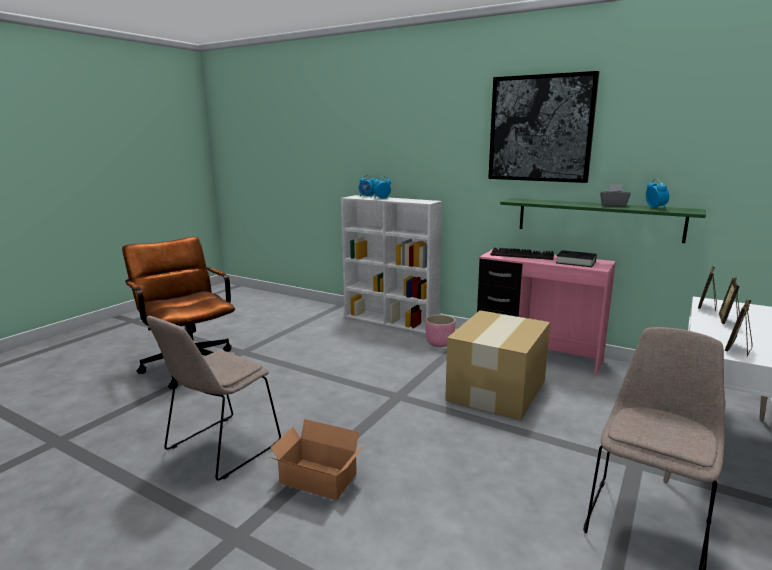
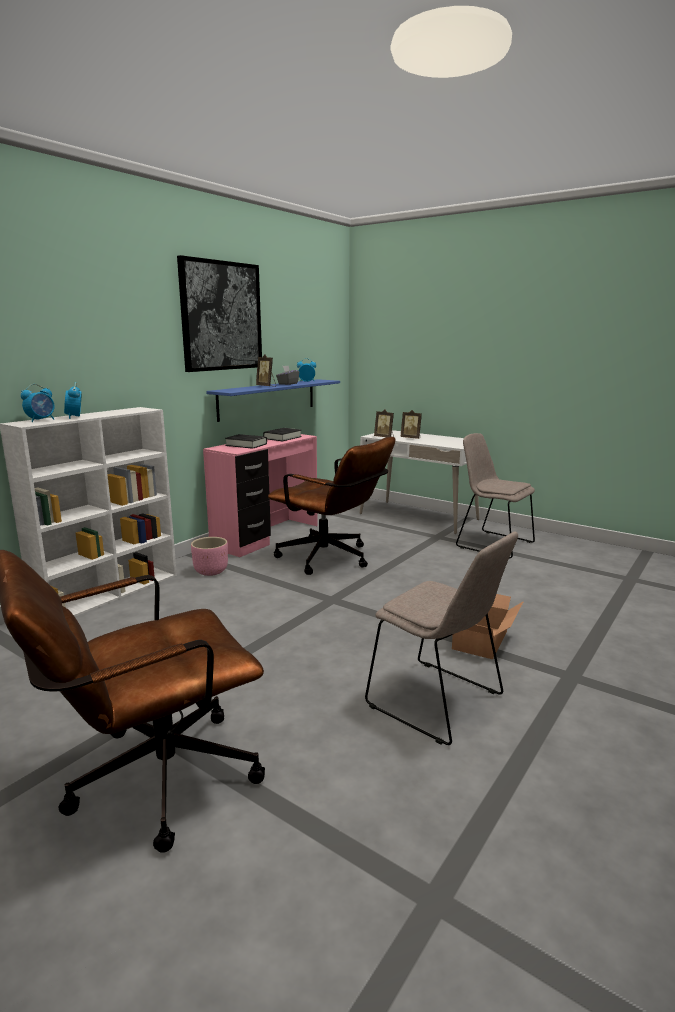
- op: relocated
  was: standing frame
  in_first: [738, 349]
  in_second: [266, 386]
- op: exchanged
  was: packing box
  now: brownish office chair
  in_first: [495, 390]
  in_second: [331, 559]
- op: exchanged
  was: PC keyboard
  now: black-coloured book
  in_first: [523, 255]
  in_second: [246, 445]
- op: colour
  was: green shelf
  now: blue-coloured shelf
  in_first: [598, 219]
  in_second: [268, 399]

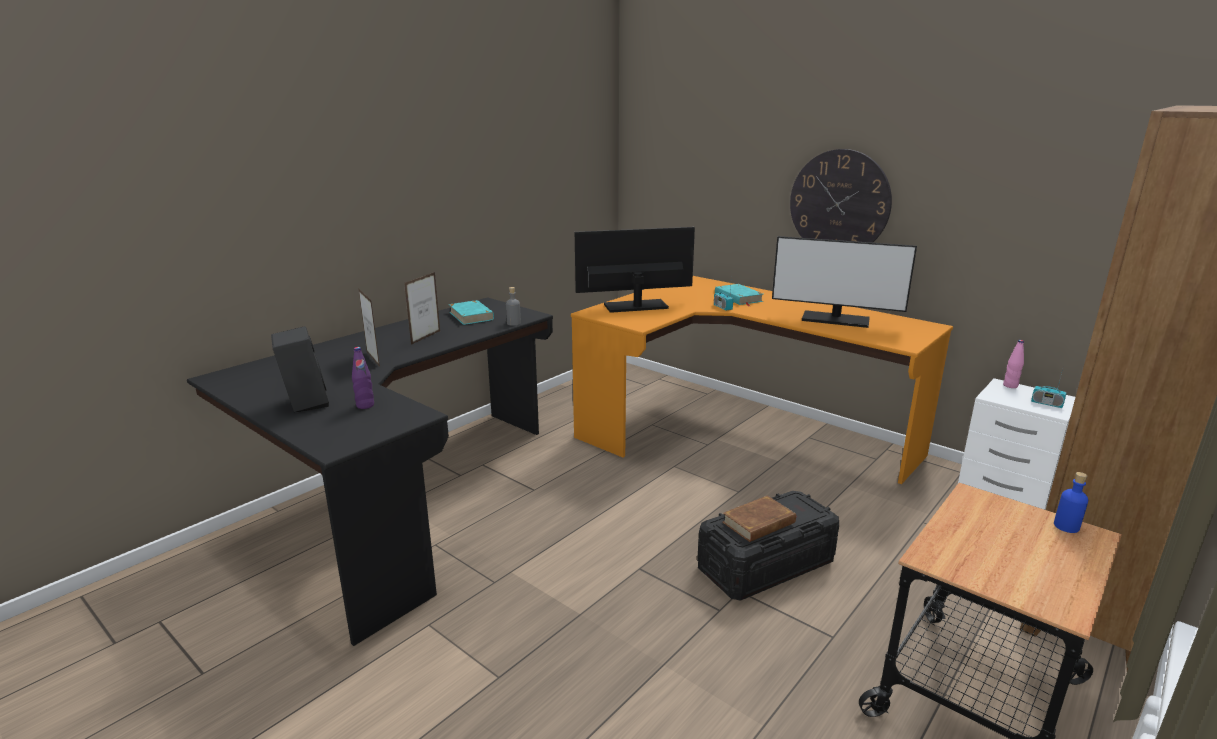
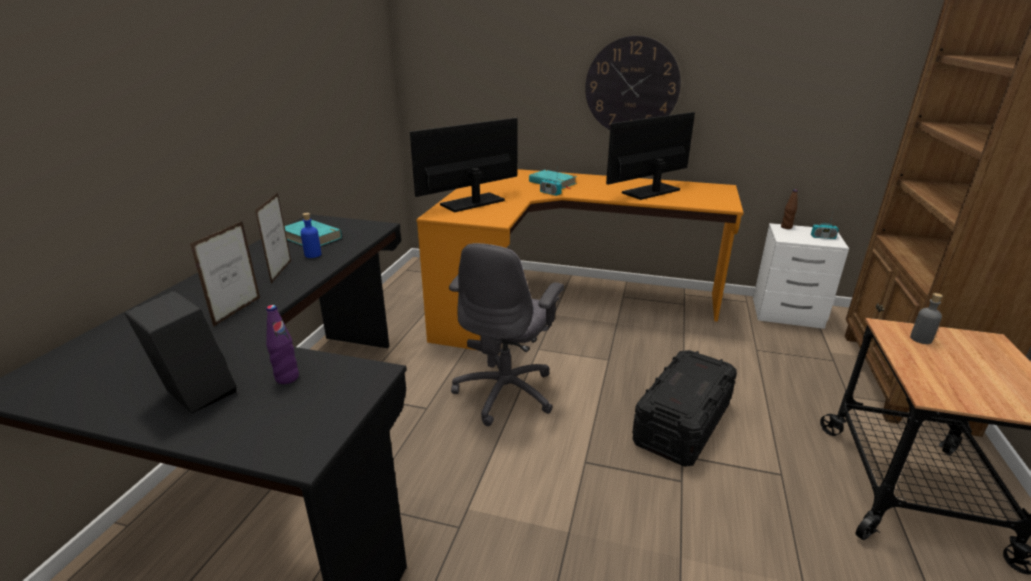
- op: missing
  was: brownish book
  in_first: [759, 523]
- op: appeared
  now: greyish office chair
  in_second: [506, 392]
- op: relocated
  was: greyish beverage bottle
  in_first: [513, 323]
  in_second: [920, 339]
- op: relocated
  was: blue-coloured beverage bottle
  in_first: [1066, 526]
  in_second: [313, 254]
- op: colour
  was: pink beverage bottle
  now: brownish beverage bottle
  in_first: [1010, 386]
  in_second: [786, 227]
- op: spun
  was: standing frame
  in_first: [373, 359]
  in_second: [238, 311]
  clockwise: -105
- op: spun
  was: monitor
  in_first: [835, 320]
  in_second: [651, 191]
  clockwise: 150

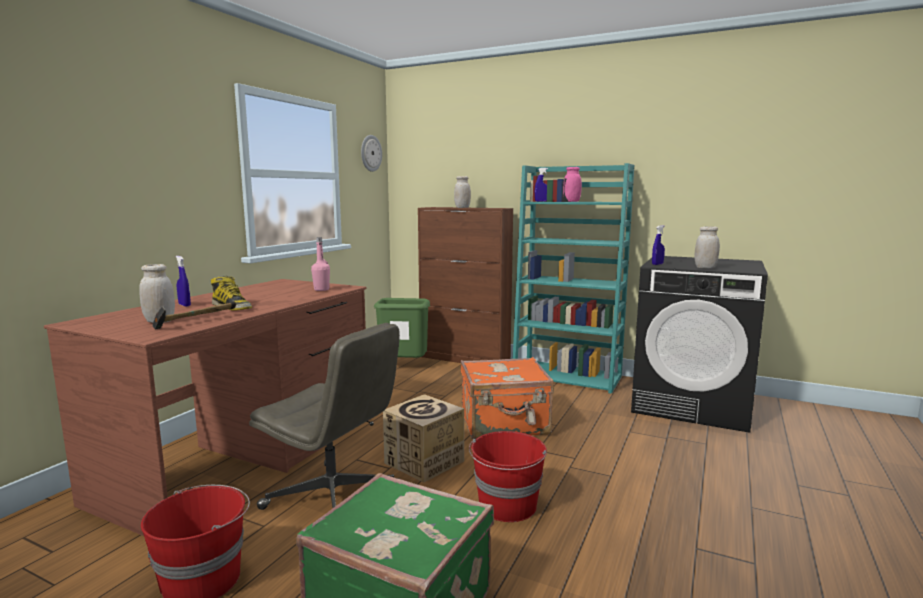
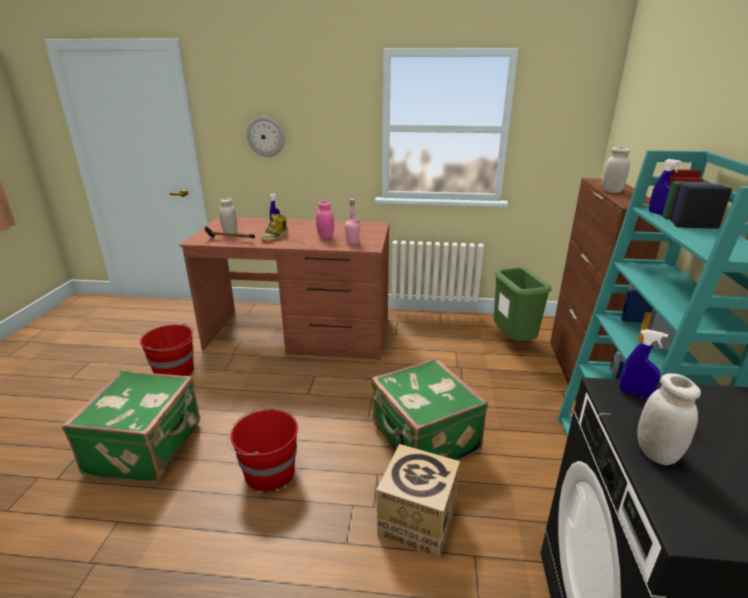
- op: missing
  was: greyish office chair
  in_first: [334, 498]
- op: relocated
  was: hanging clock
  in_first: [370, 153]
  in_second: [266, 136]
- op: relocated
  was: packing box
  in_first: [424, 462]
  in_second: [416, 521]
- op: relocated
  was: pink jar
  in_first: [571, 201]
  in_second: [325, 237]
- op: colour
  was: orange-coloured suitcase
  now: green suitcase
  in_first: [505, 424]
  in_second: [423, 439]

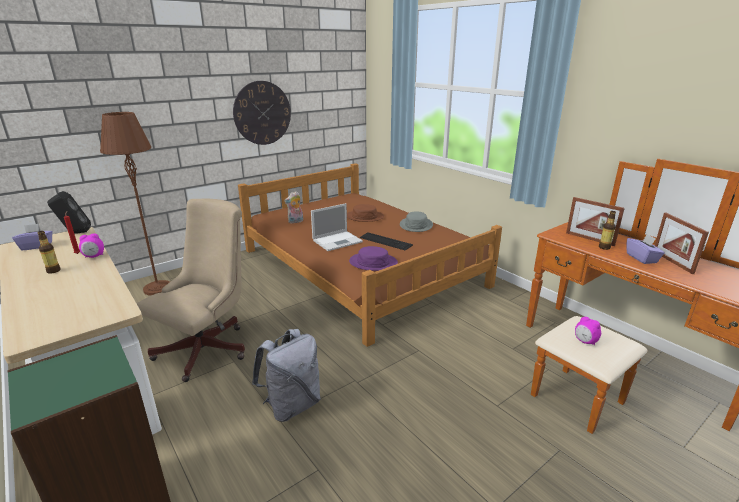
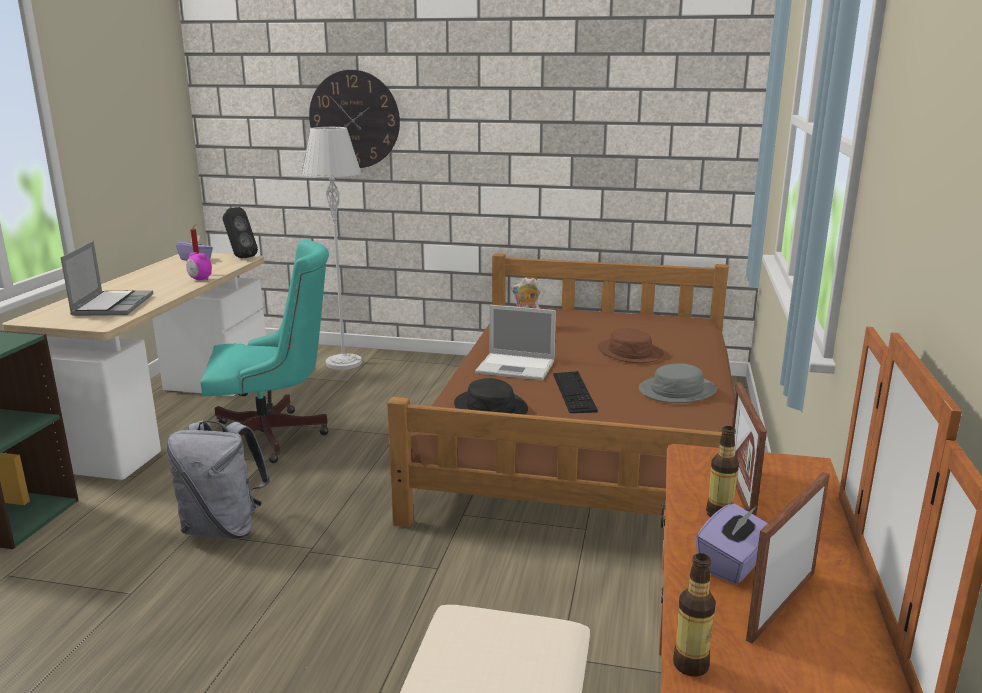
- op: missing
  was: bedside clock
  in_first: [585, 342]
- op: appeared
  now: notebook computer
  in_second: [112, 305]
- op: relocated
  was: beverage bottle
  in_first: [53, 271]
  in_second: [690, 665]
- op: relocated
  was: hanging clock
  in_first: [262, 113]
  in_second: [354, 119]
- op: colour
  was: brownish standing lamp
  now: greyish standing lamp
  in_first: [158, 288]
  in_second: [343, 363]
- op: colour
  was: beige-coloured office chair
  now: turquoise-coloured office chair
  in_first: [208, 347]
  in_second: [274, 437]
- op: colour
  was: purple-coloured hat
  now: black-coloured hat
  in_first: [373, 262]
  in_second: [491, 408]

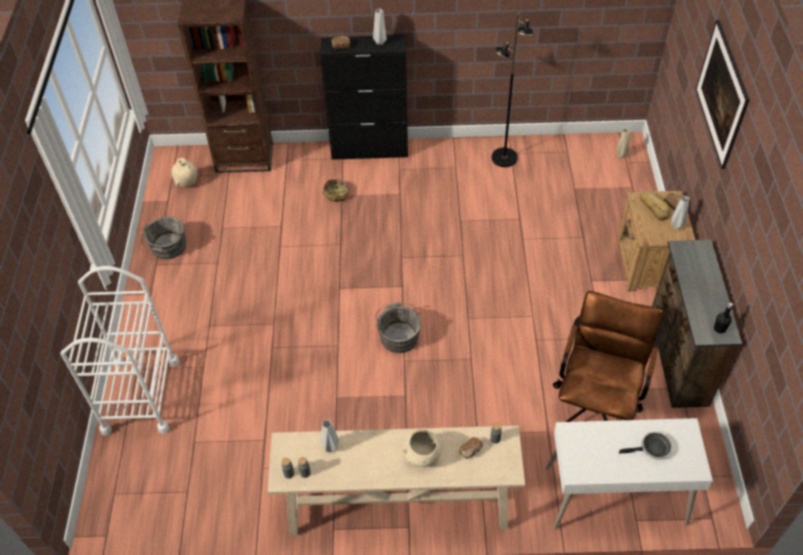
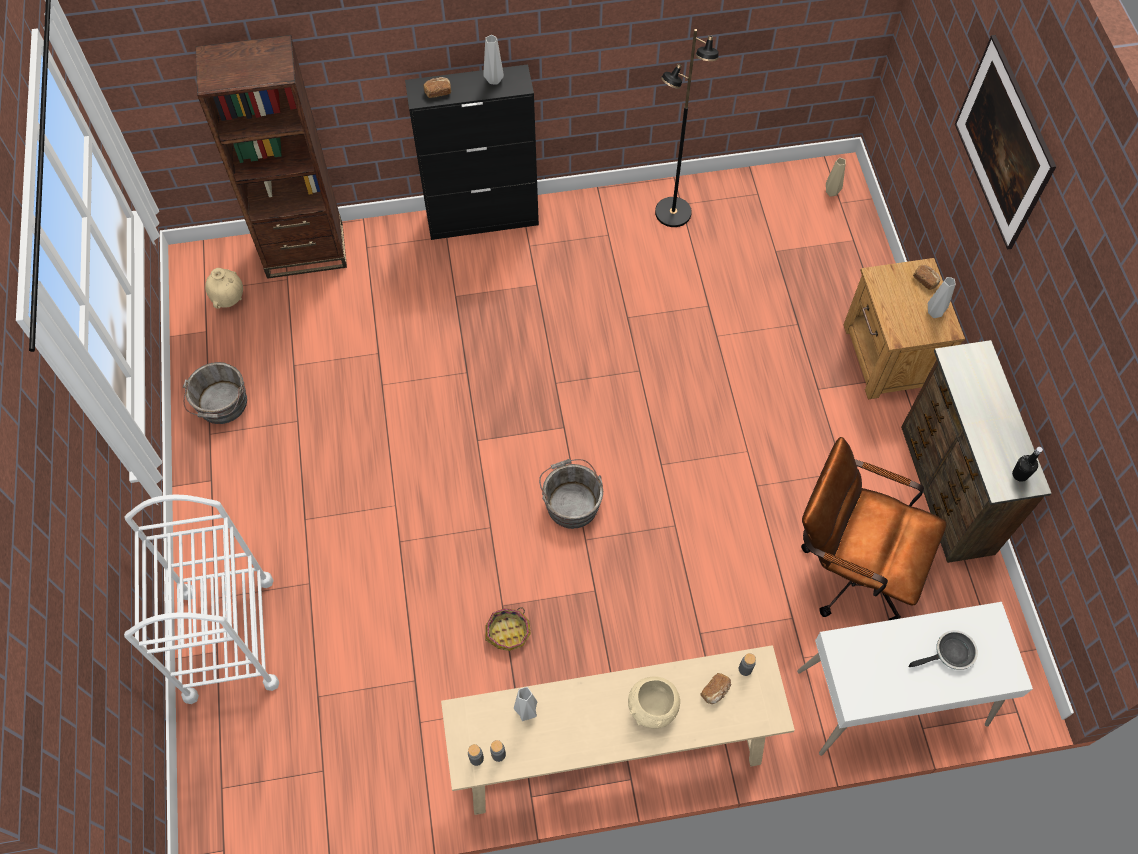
- op: missing
  was: bakery bread
  in_first: [654, 207]
- op: relocated
  was: basket
  in_first: [337, 194]
  in_second: [508, 632]
- op: spun
  was: brownish office chair
  in_first: [596, 402]
  in_second: [849, 567]
  clockwise: -75

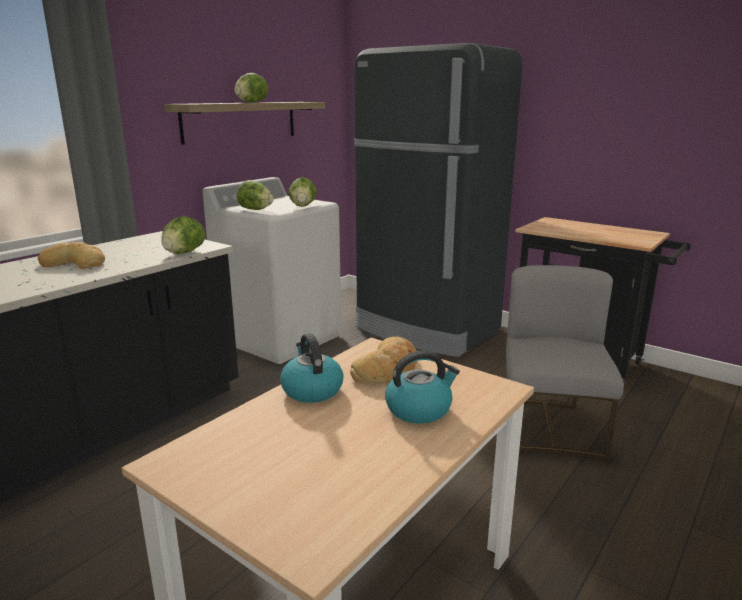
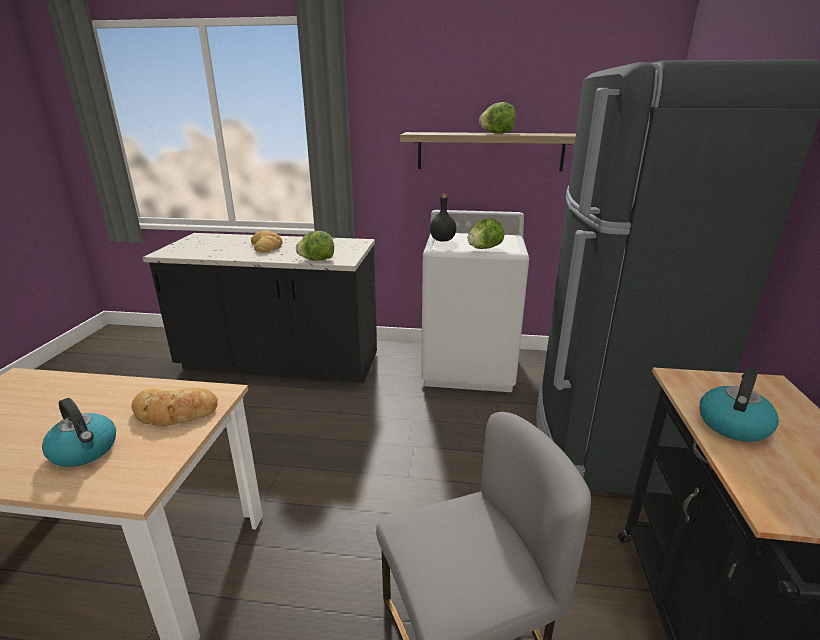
- op: relocated
  was: tea kettle
  in_first: [311, 390]
  in_second: [732, 424]
- op: exchanged
  was: head of lettuce
  now: black-coloured beverage bottle
  in_first: [255, 209]
  in_second: [442, 240]

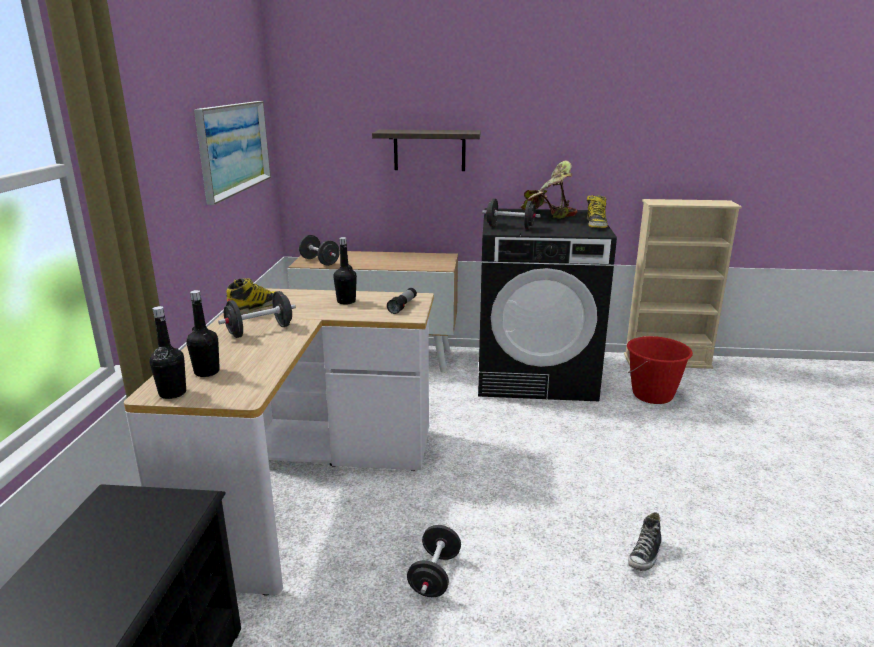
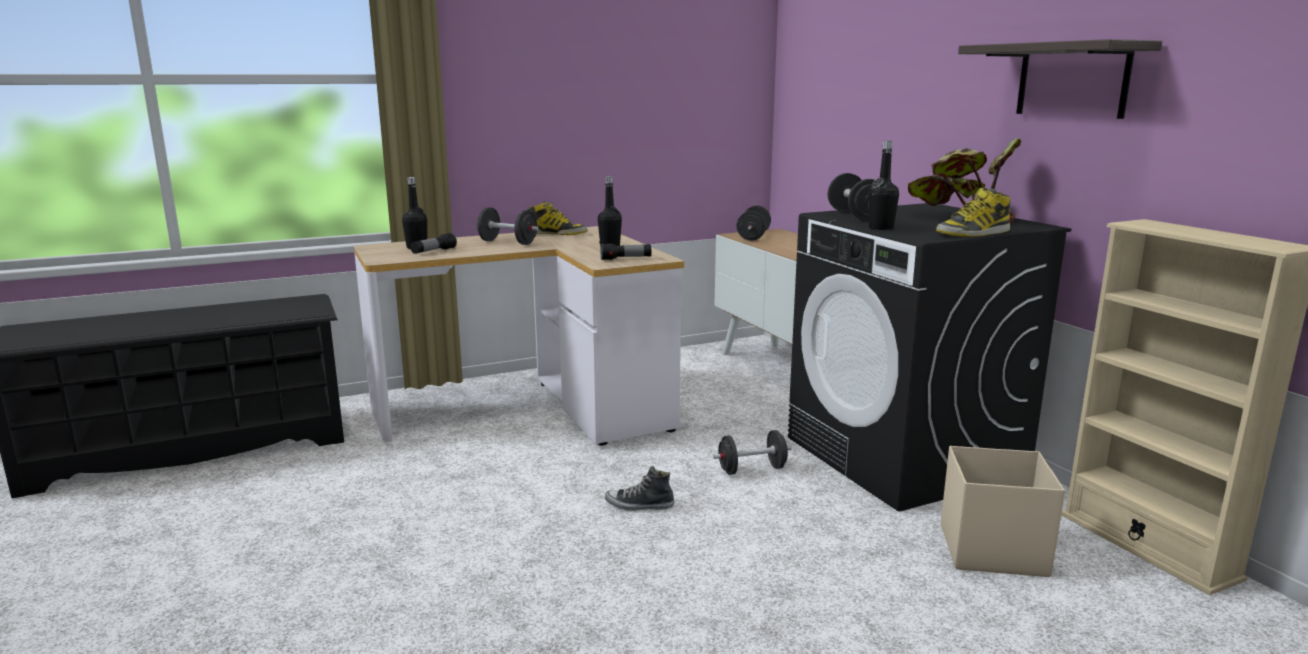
- op: missing
  was: wall picture
  in_first: [234, 148]
- op: appeared
  now: torch
  in_second: [433, 251]
- op: relocated
  was: black-coloured beverage bottle
  in_first: [172, 393]
  in_second: [881, 228]
- op: relocated
  was: shelf
  in_first: [429, 150]
  in_second: [1072, 80]
- op: relocated
  was: black-coloured free weight
  in_first: [434, 575]
  in_second: [752, 469]
- op: relocated
  was: shoe
  in_first: [645, 555]
  in_second: [639, 505]
- op: exchanged
  was: red-coloured bucket
  now: beige-coloured storage container
  in_first: [652, 395]
  in_second: [990, 550]

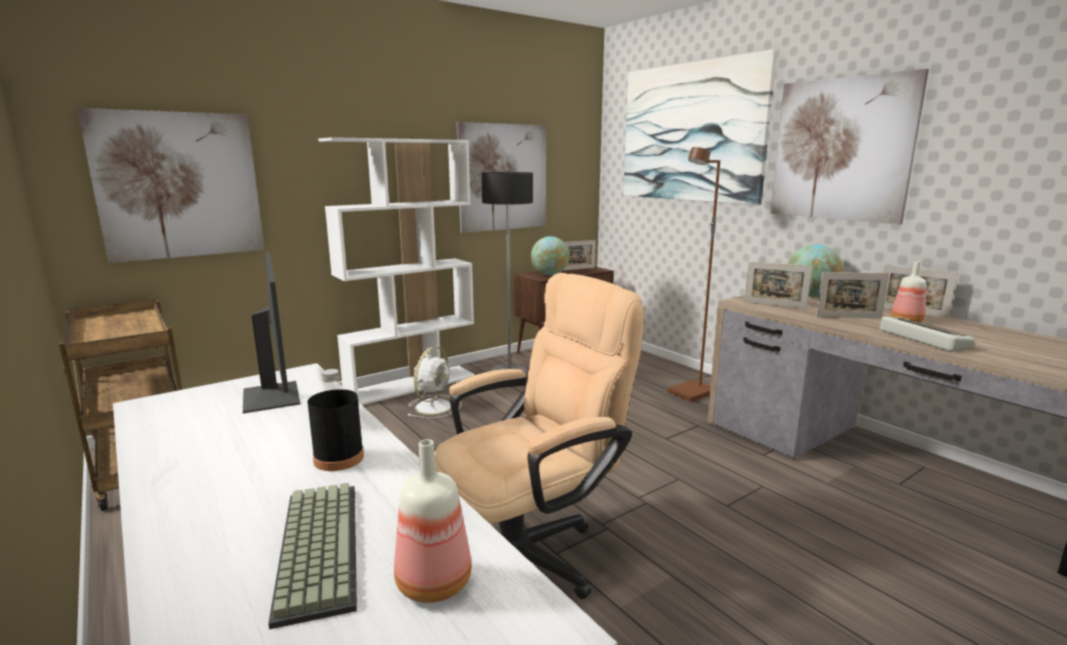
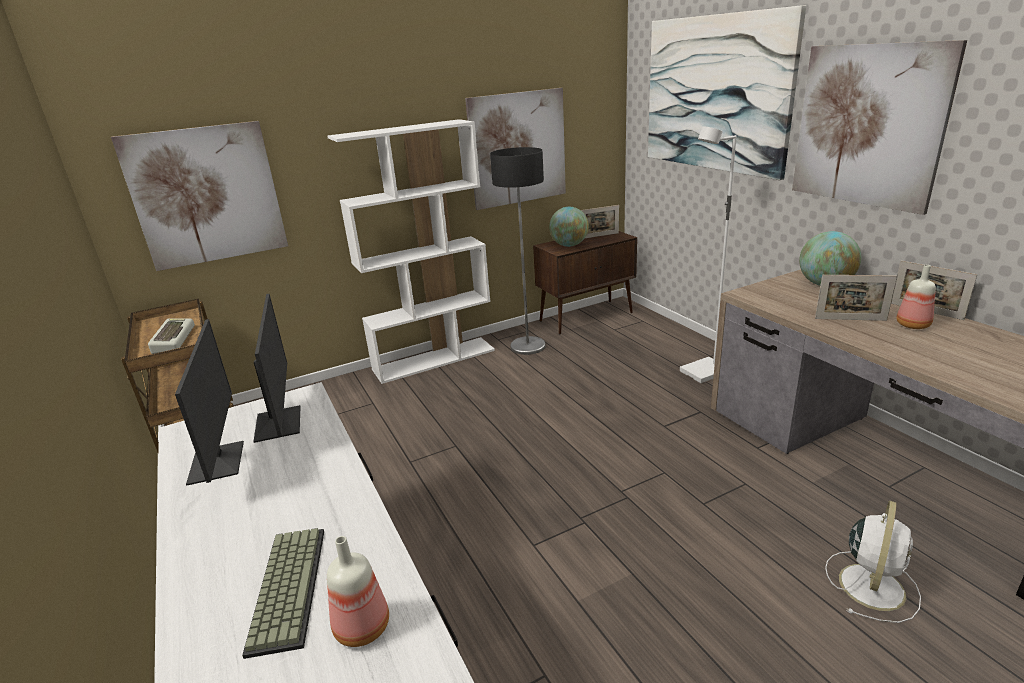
- op: missing
  was: black-coloured beverage bottle
  in_first: [339, 458]
- op: missing
  was: beige-coloured office chair
  in_first: [530, 553]
- op: missing
  was: standing frame
  in_first: [774, 305]
- op: appeared
  now: monitor
  in_second: [218, 462]
- op: relocated
  was: white cooling fan
  in_first: [434, 406]
  in_second: [871, 584]
- op: relocated
  was: PC keyboard
  in_first: [921, 339]
  in_second: [172, 339]
- op: colour
  was: brownish standing lamp
  now: white standing lamp
  in_first: [692, 393]
  in_second: [704, 372]

